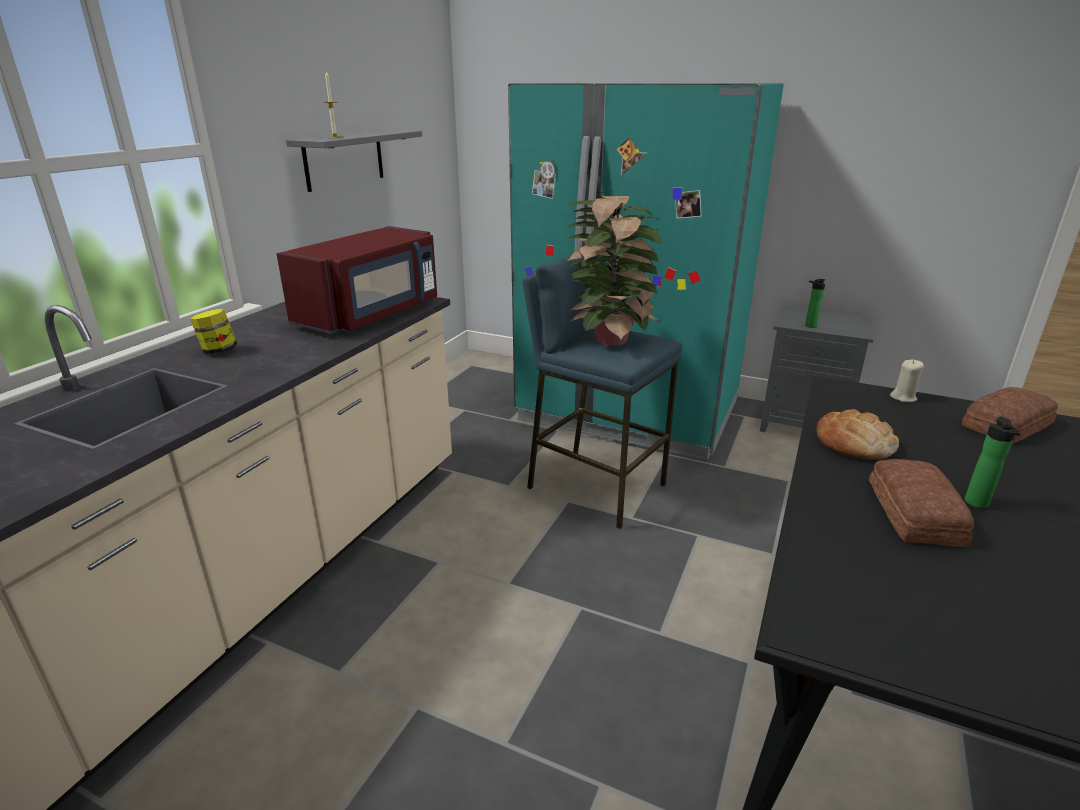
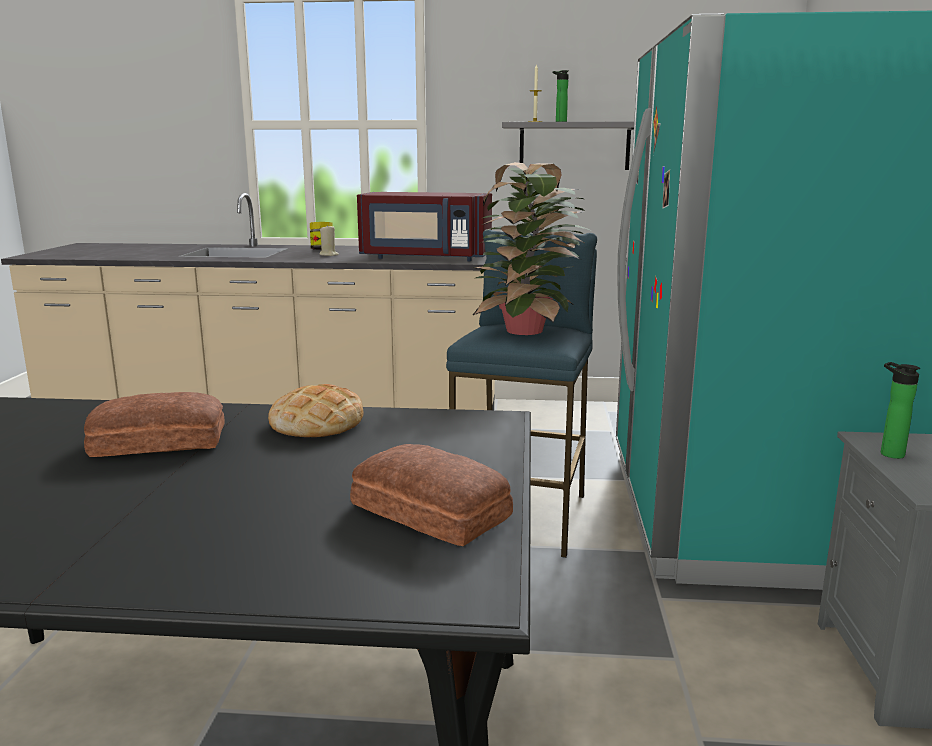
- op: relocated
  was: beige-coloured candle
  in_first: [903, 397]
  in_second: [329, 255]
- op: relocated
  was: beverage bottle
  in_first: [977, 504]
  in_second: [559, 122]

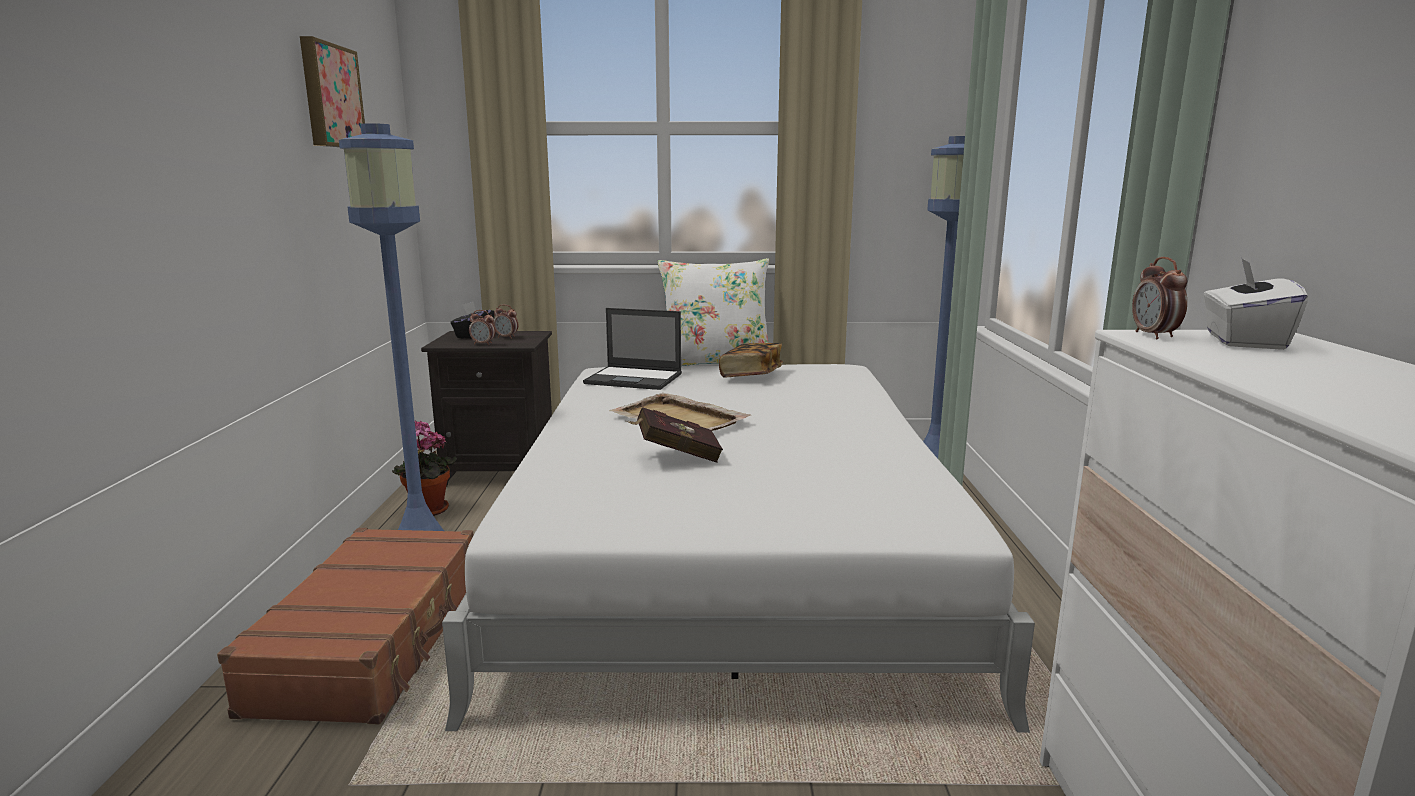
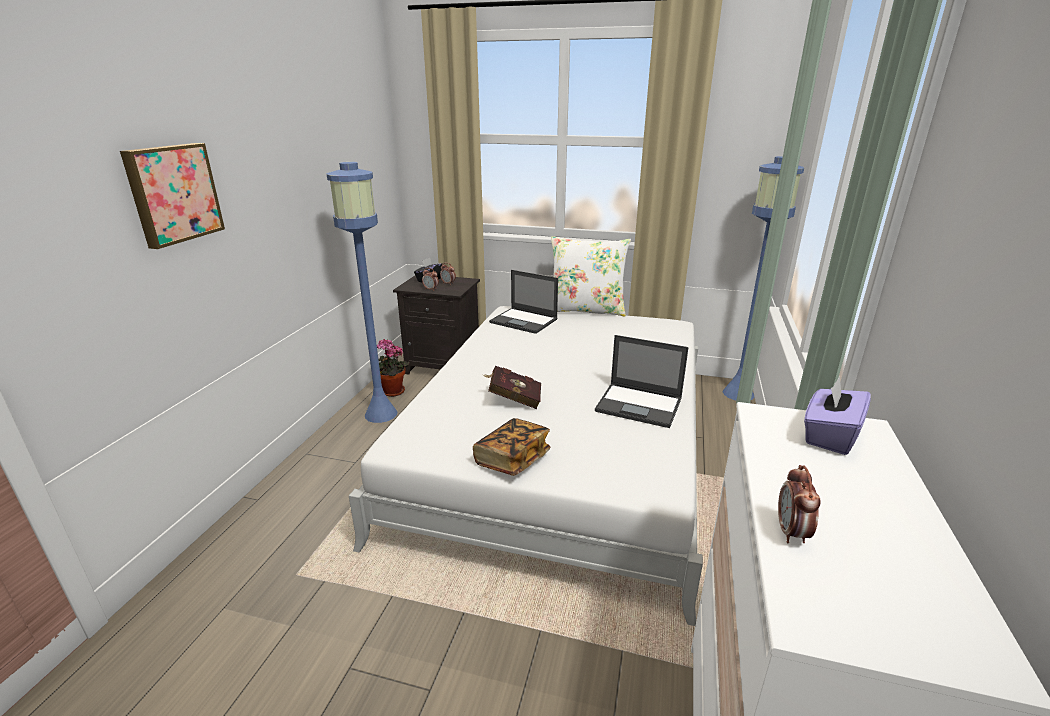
- op: missing
  was: brownish suitcase
  in_first: [374, 641]
- op: missing
  was: beige-coloured carrying tray
  in_first: [680, 419]
- op: appeared
  now: notebook computer
  in_second: [640, 405]
- op: relocated
  was: wall picture
  in_first: [330, 96]
  in_second: [173, 193]
- op: relocated
  was: book
  in_first: [751, 375]
  in_second: [512, 459]
- op: relocated
  was: bedside clock
  in_first: [1154, 336]
  in_second: [791, 532]
- op: colour
  was: white tissue holder
  now: purple-coloured tissue holder
  in_first: [1242, 341]
  in_second: [829, 435]

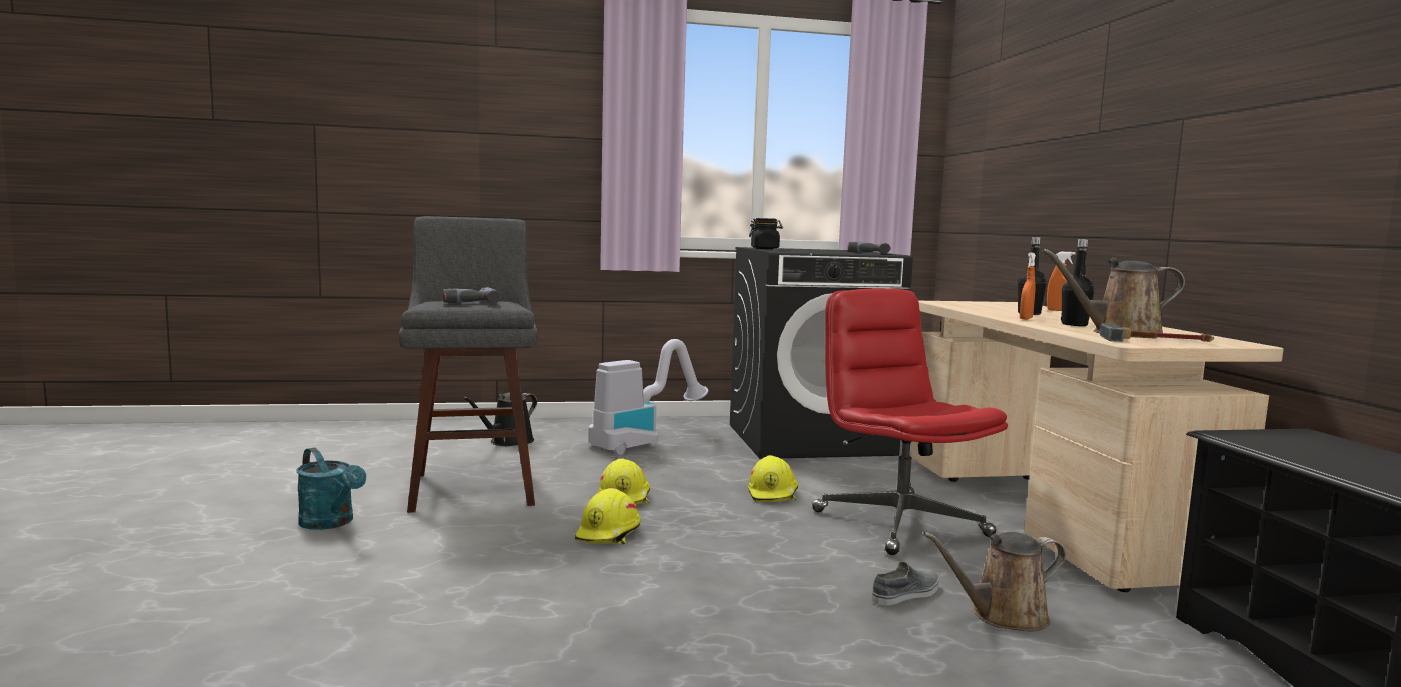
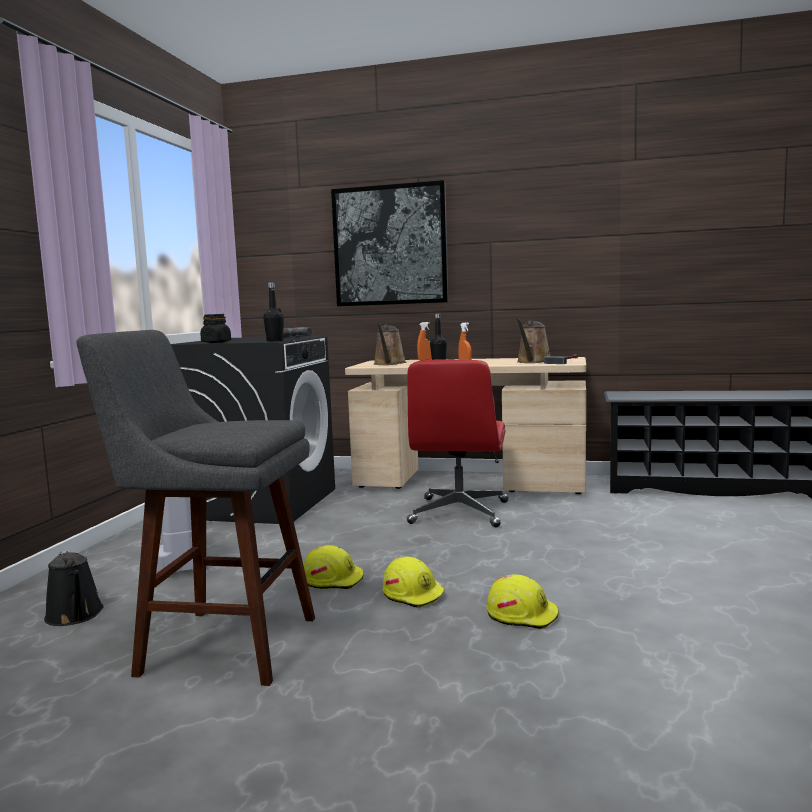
- op: missing
  was: turquoise-coloured watering can
  in_first: [331, 523]
- op: missing
  was: drill
  in_first: [469, 301]
- op: missing
  was: greyish shoe
  in_first: [907, 593]
- op: appeared
  now: wall picture
  in_second: [390, 245]
- op: relocated
  was: yellow-coloured hard hat
  in_first: [773, 494]
  in_second: [522, 615]
- op: relocated
  was: brownish watering can
  in_first: [1002, 616]
  in_second: [389, 364]
- op: relocated
  was: black-coloured beverage bottle
  in_first: [1074, 324]
  in_second: [275, 341]
- op: spun
  was: red-coloured office chair
  in_first: [898, 523]
  in_second: [459, 513]
  clockwise: -75

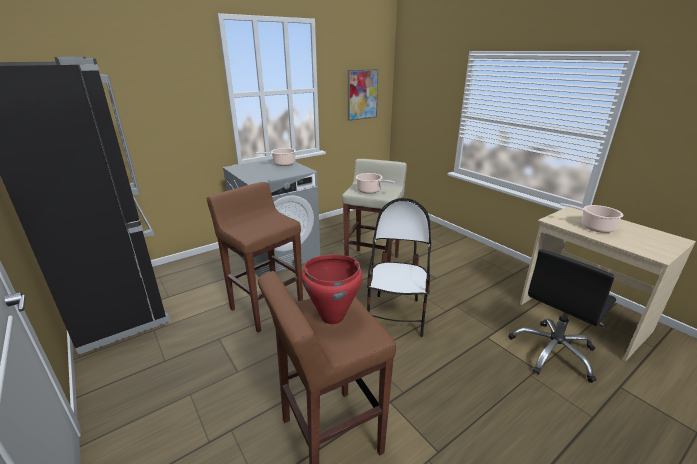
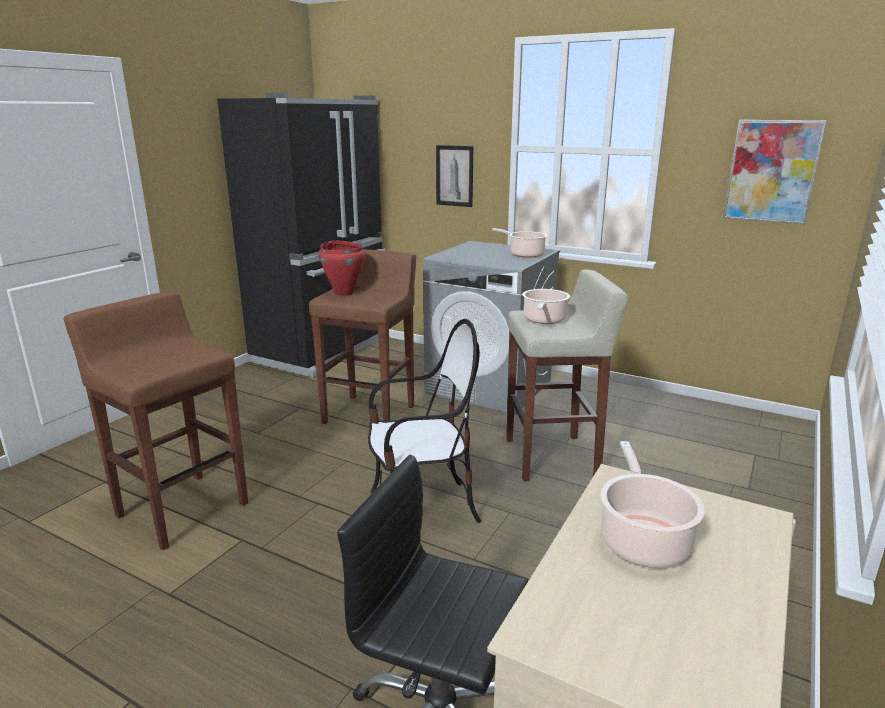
- op: appeared
  now: wall picture
  in_second: [454, 176]
- op: relocated
  was: red-coloured cooking pot
  in_first: [332, 317]
  in_second: [344, 293]

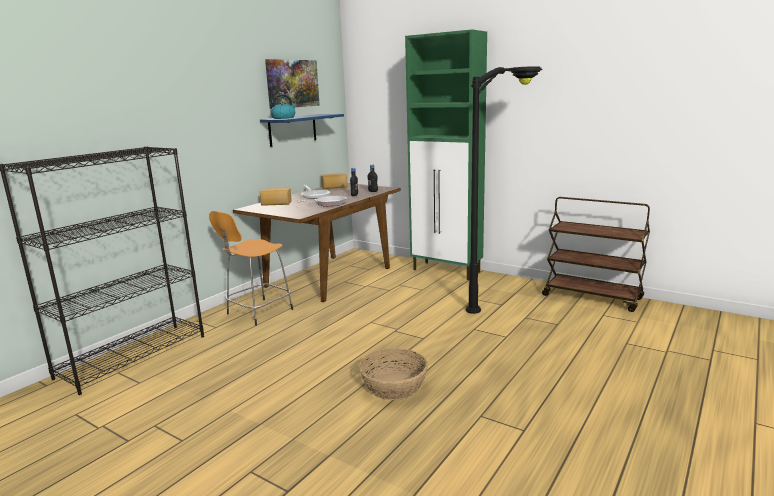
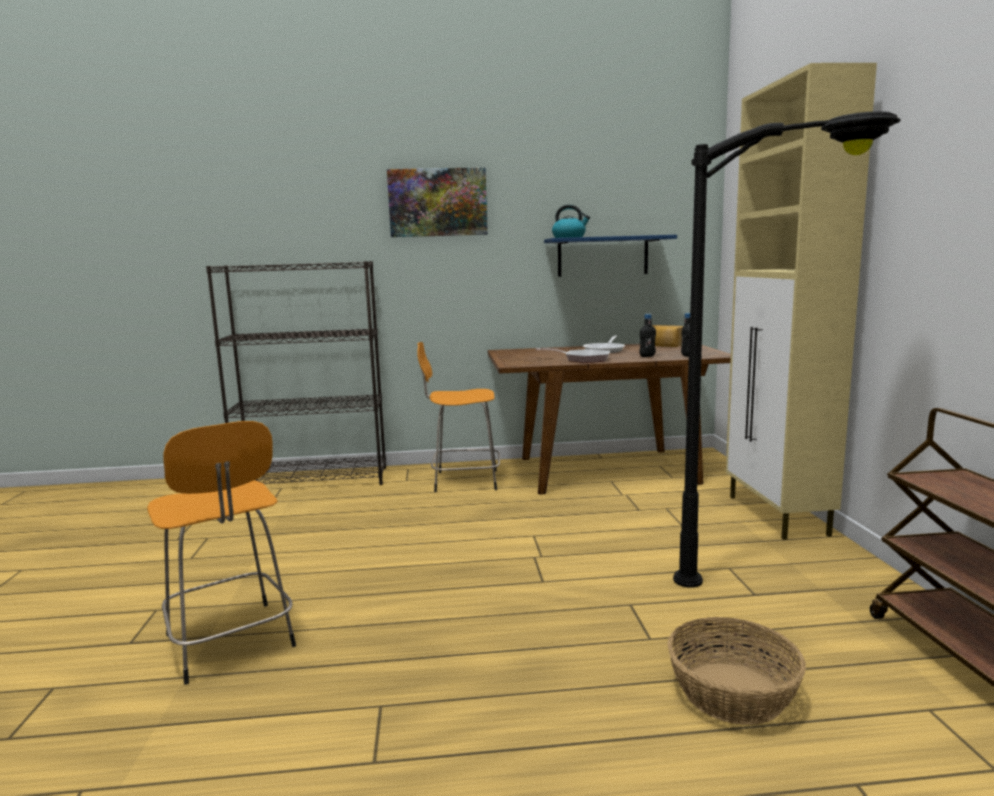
- op: missing
  was: bakery bread
  in_first: [276, 204]
- op: appeared
  now: orange-coloured stool seat
  in_second: [231, 643]
- op: relocated
  was: wall picture
  in_first: [292, 83]
  in_second: [437, 202]
- op: relocated
  was: basket
  in_first: [394, 386]
  in_second: [733, 693]
- op: colour
  was: green cabinet
  now: beige-coloured cabinet
  in_first: [447, 271]
  in_second: [777, 516]

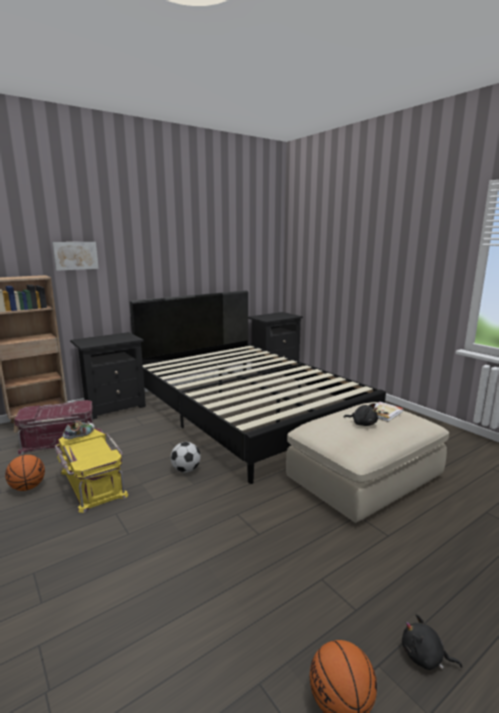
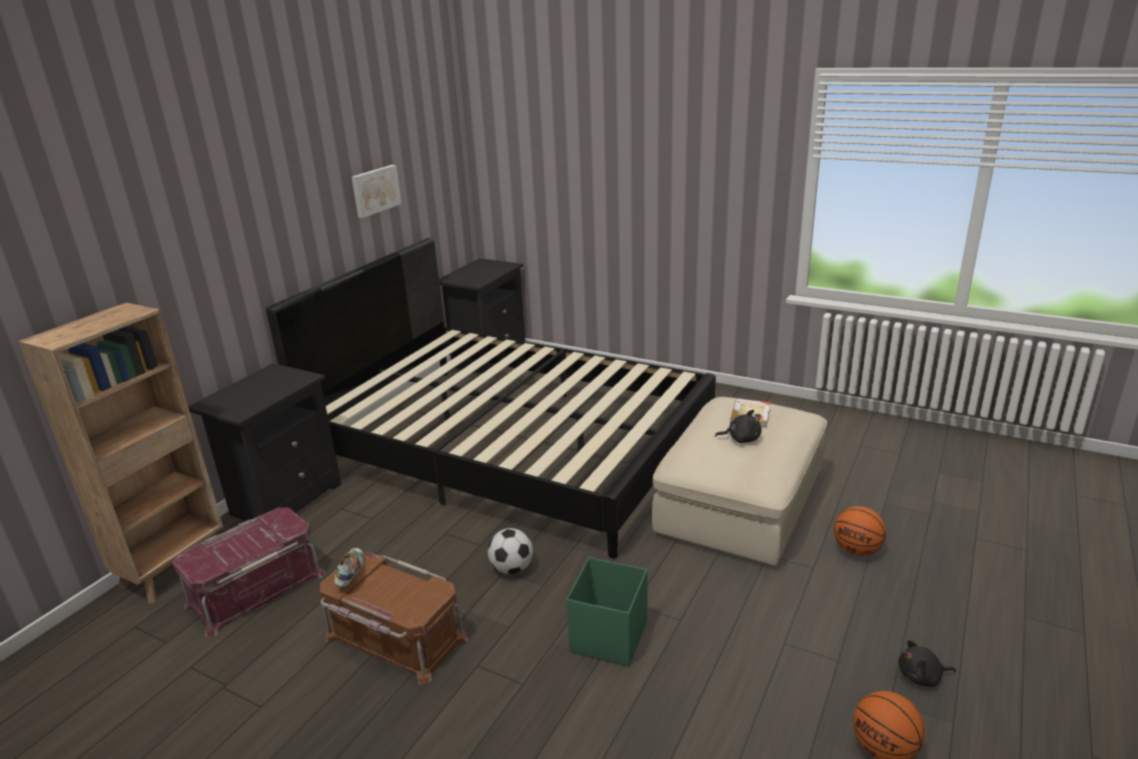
- op: appeared
  now: green storage container
  in_second: [608, 637]
- op: relocated
  was: basketball ball
  in_first: [27, 487]
  in_second: [856, 550]
- op: relocated
  was: wall picture
  in_first: [75, 255]
  in_second: [375, 190]
- op: colour
  was: yellow-coloured storage container
  now: brownish storage container
  in_first: [91, 483]
  in_second: [394, 638]

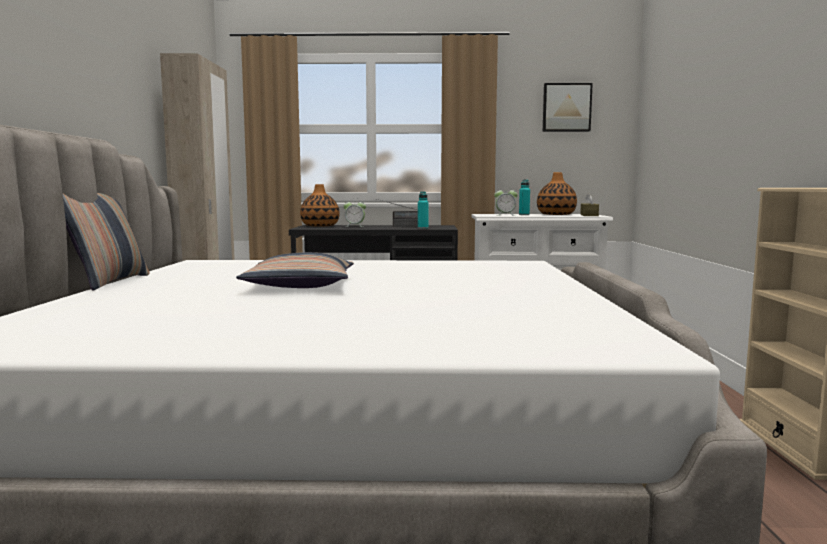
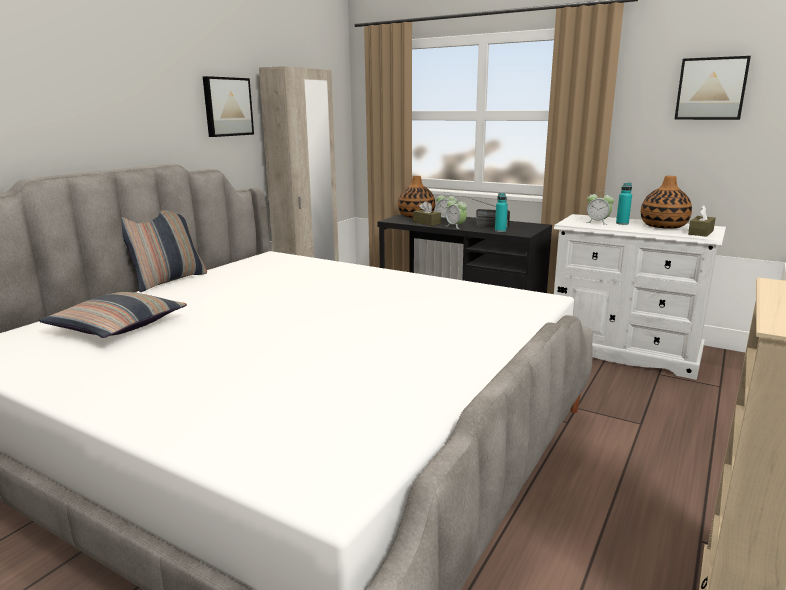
- op: appeared
  now: wall picture
  in_second: [227, 107]
- op: appeared
  now: brownish tissue holder
  in_second: [426, 223]
- op: appeared
  now: bedside clock
  in_second: [455, 226]
- op: relocated
  was: cushion
  in_first: [300, 286]
  in_second: [117, 326]

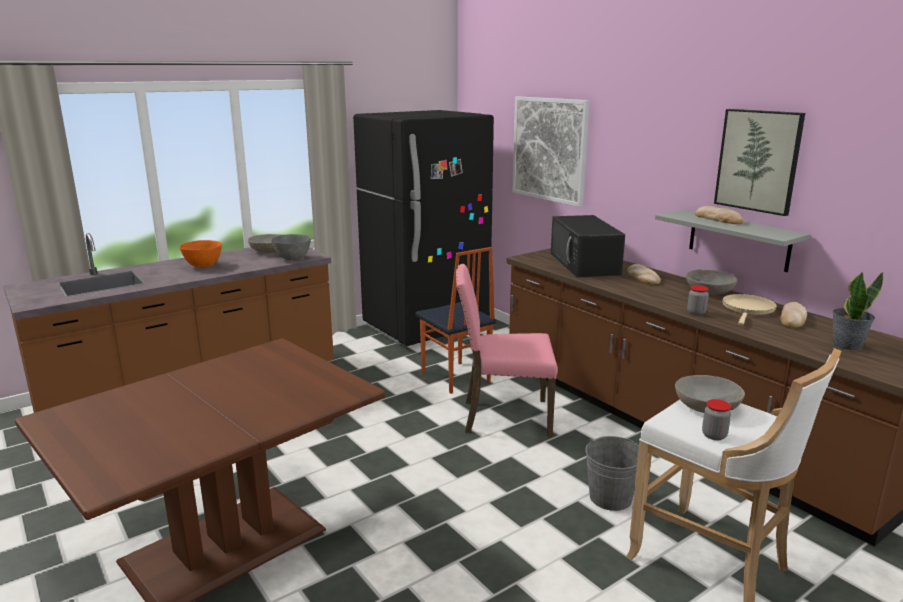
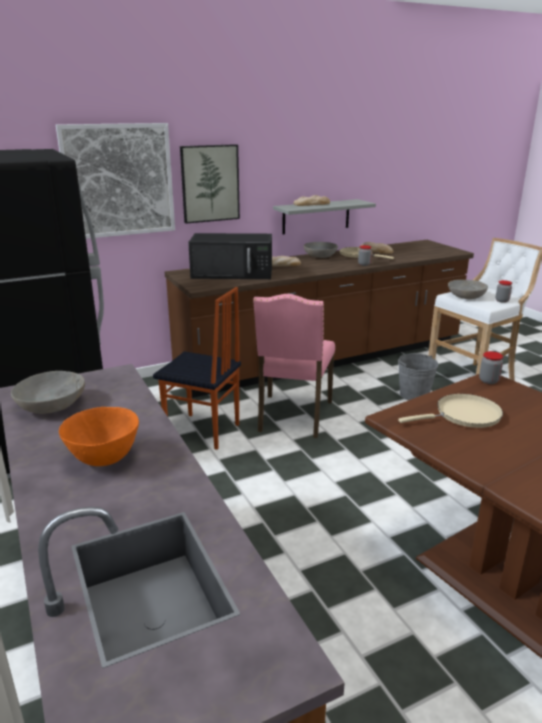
- op: missing
  was: greyish deep dish
  in_first: [293, 259]
- op: missing
  was: houseplant
  in_first: [846, 345]
- op: appeared
  now: beige-coloured frying pan
  in_second: [463, 415]
- op: appeared
  now: jar
  in_second: [488, 381]
- op: relocated
  was: wall picture
  in_first: [758, 161]
  in_second: [210, 183]
- op: spun
  was: chair
  in_first: [455, 378]
  in_second: [203, 432]
  clockwise: 45

